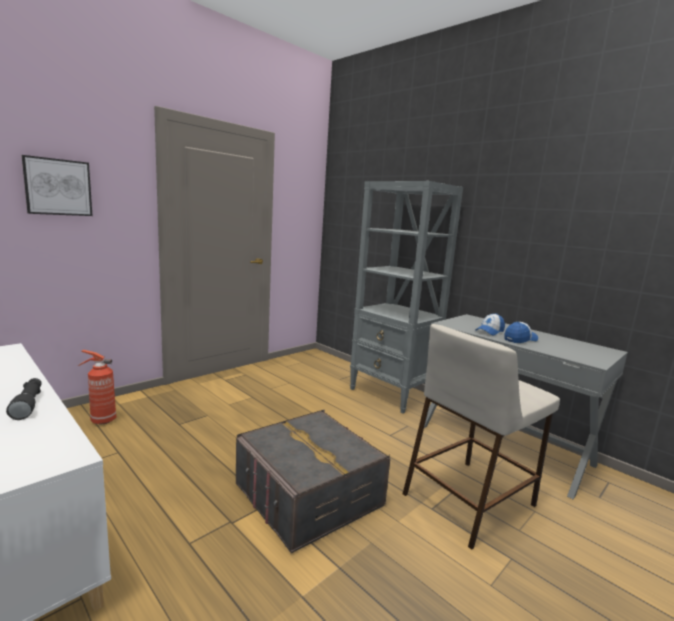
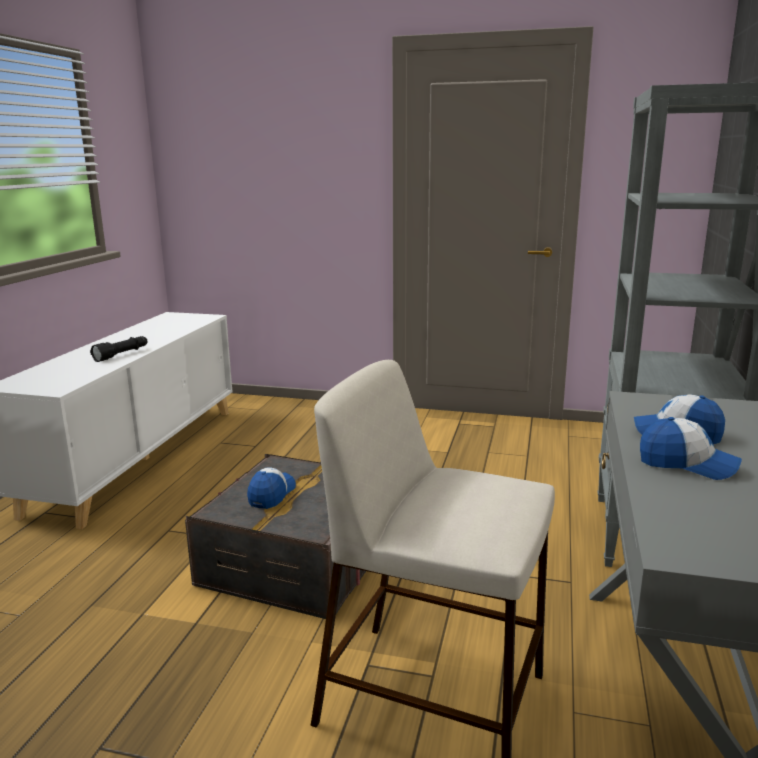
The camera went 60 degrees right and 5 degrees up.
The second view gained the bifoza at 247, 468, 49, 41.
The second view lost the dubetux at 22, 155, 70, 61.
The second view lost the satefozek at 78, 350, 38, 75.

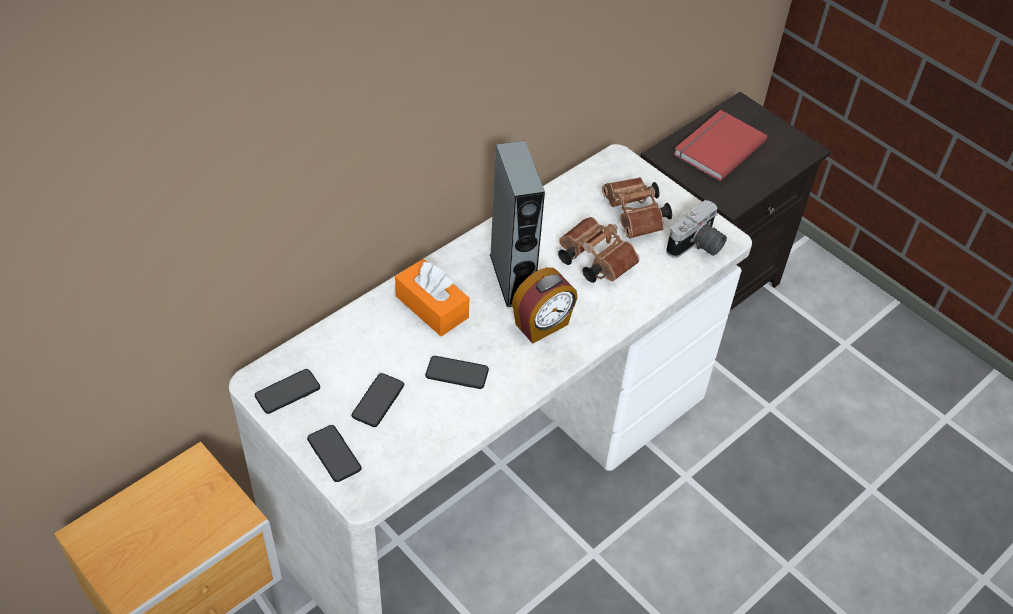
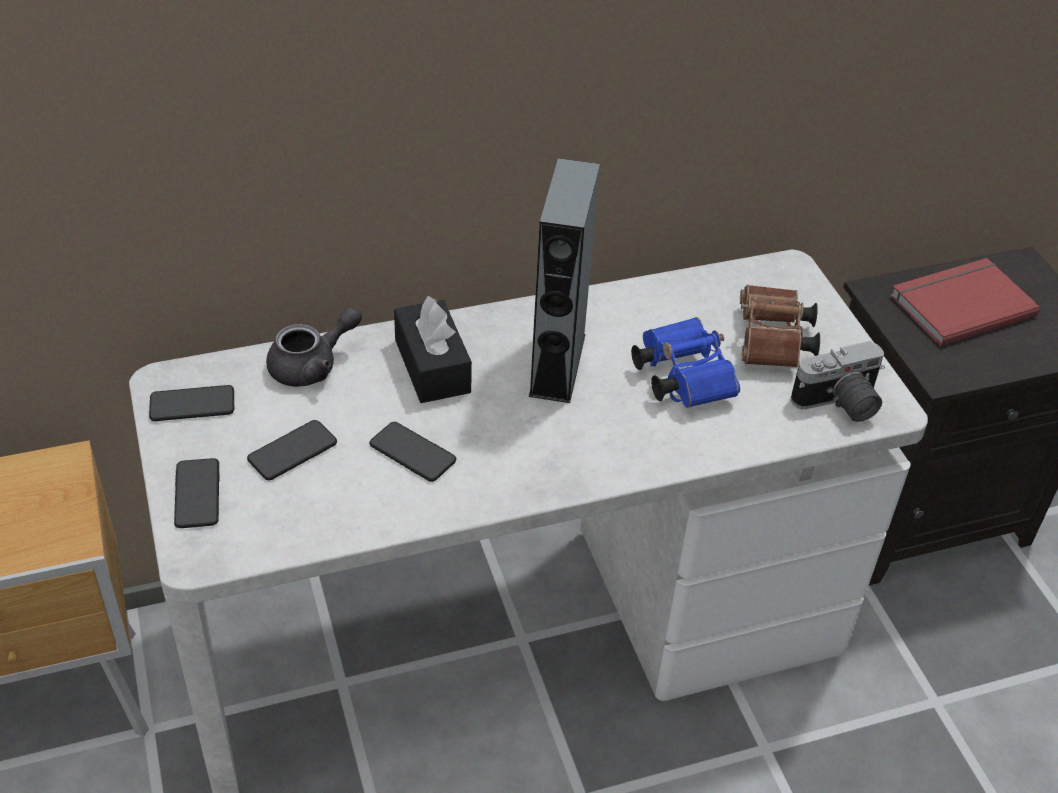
The camera went 25 degrees right and 5 degrees down.
The second view gained the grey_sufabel at 266, 307, 96, 80.
What was the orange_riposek at 395, 259, 74, 77 turned into the black_riposek at 394, 295, 78, 108.
What was the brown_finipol at 558, 217, 81, 66 turned into the blue_finipol at 631, 317, 109, 91.
The second view lost the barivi at 512, 267, 65, 77.

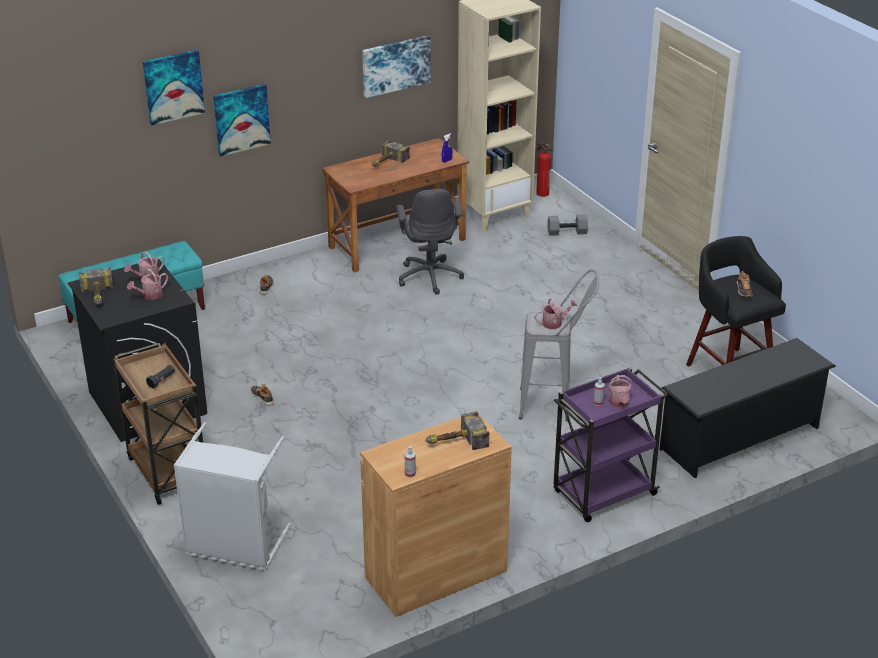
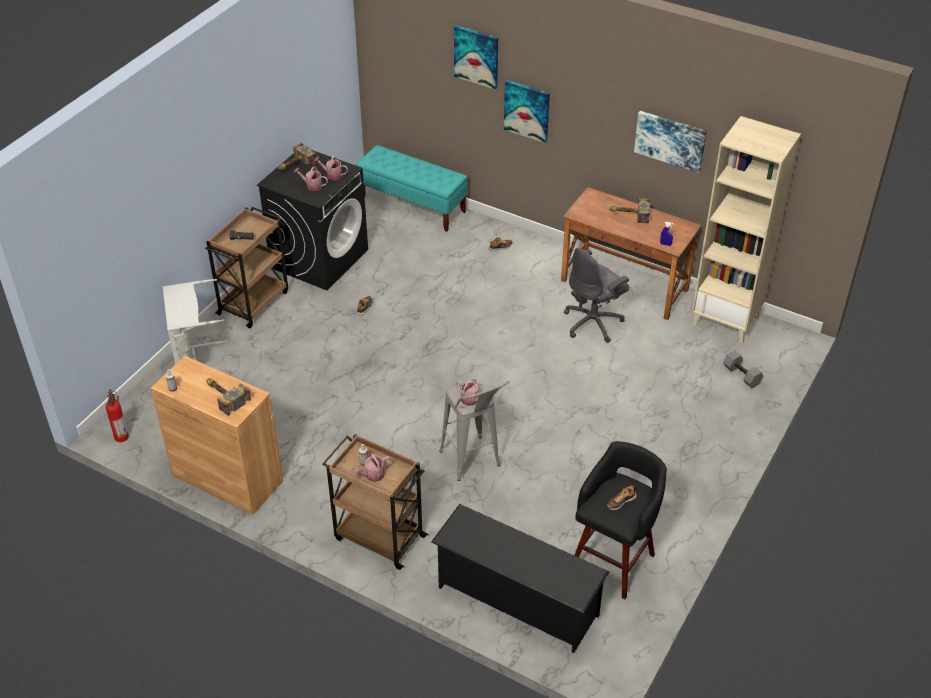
The camera went 60 degrees right and 10 degrees up.
The satefozek ended up elsewhere, having gone from 535, 143, 18, 54 to 106, 389, 23, 53.
What was the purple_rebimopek at 553, 367, 115, 155 turned into the brown_rebimopek at 322, 434, 106, 136.

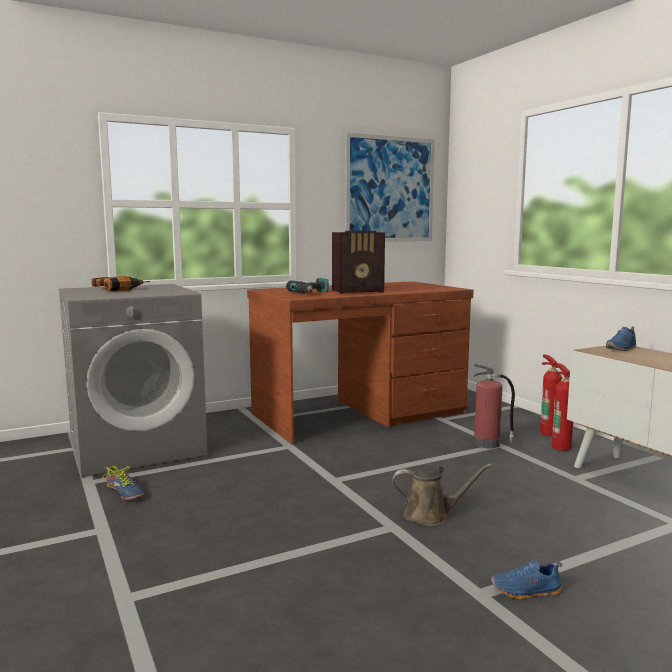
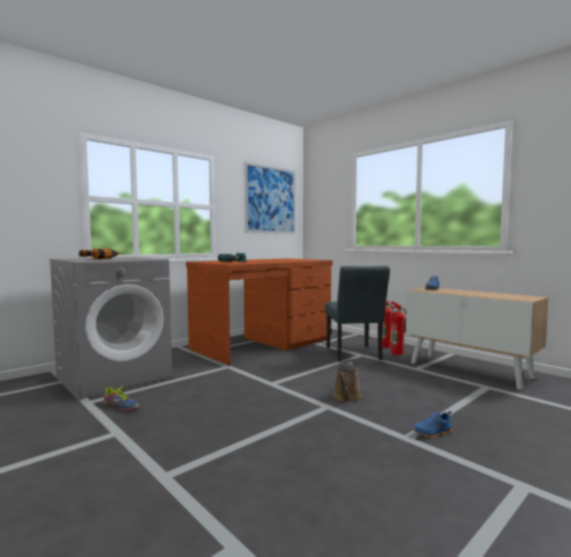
The camera went 15 degrees left and 5 degrees down.
Where the satefozek stood at 473, 364, 42, 84, the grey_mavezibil came to stand at 325, 266, 65, 96.
The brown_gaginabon at 392, 463, 100, 63 ended up facing another way, 120 degrees clockwise from before.
The second view lost the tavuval at 332, 231, 53, 63.

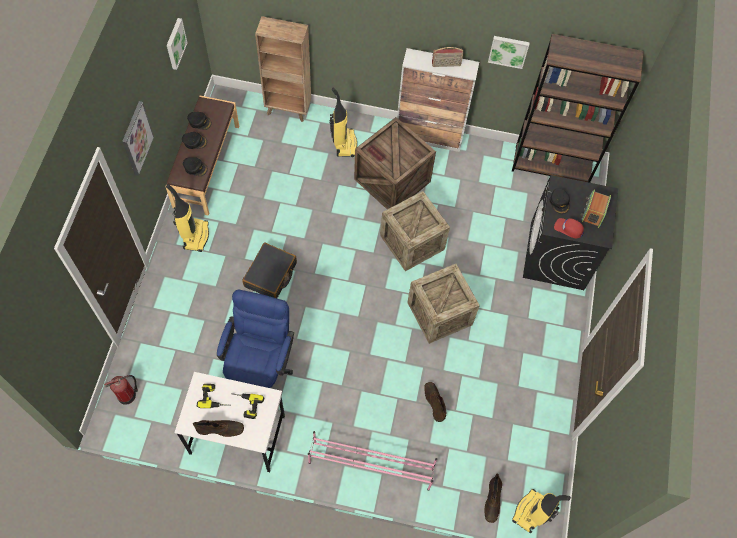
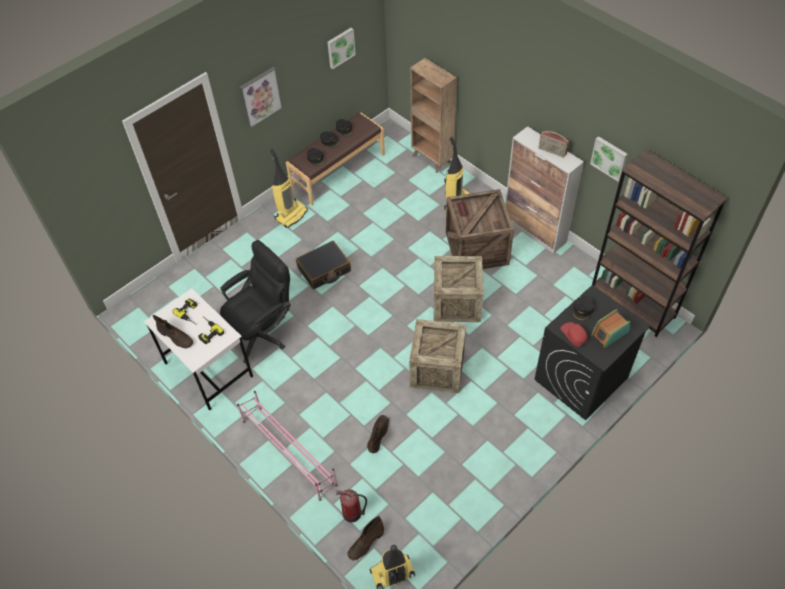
The camera went 40 degrees right and 10 degrees down.
What was the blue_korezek at 217, 289, 77, 99 turned into the black_korezek at 220, 240, 71, 123.
The satefozek ended up elsewhere, having gone from 104, 375, 34, 30 to 336, 489, 31, 33.

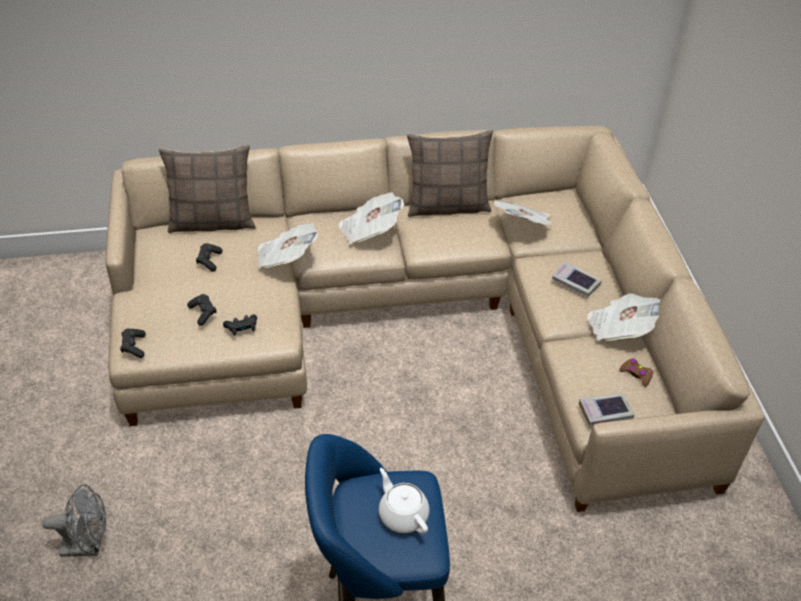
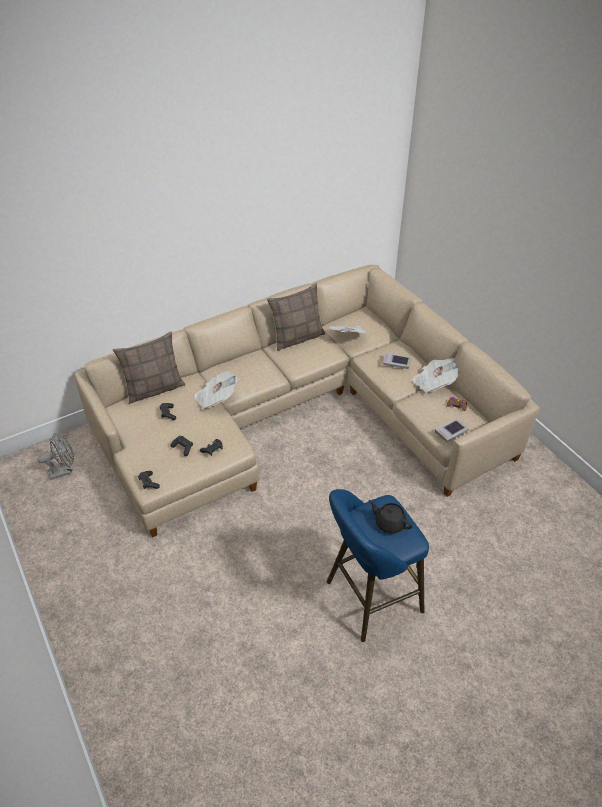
The camera went 20 degrees left and 0 degrees up.
The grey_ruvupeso ended up elsewhere, having gone from 42, 484, 64, 73 to 38, 433, 36, 47.
What was the white_sufabel at 379, 468, 50, 66 turned into the black_sufabel at 369, 500, 44, 34.
The second view lost the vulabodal at 338, 192, 66, 52.

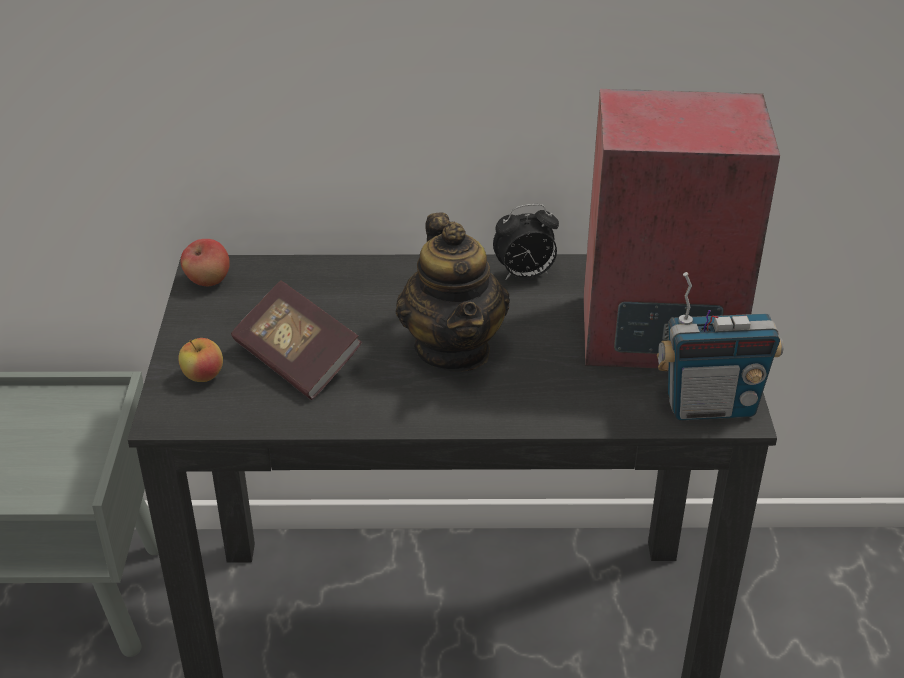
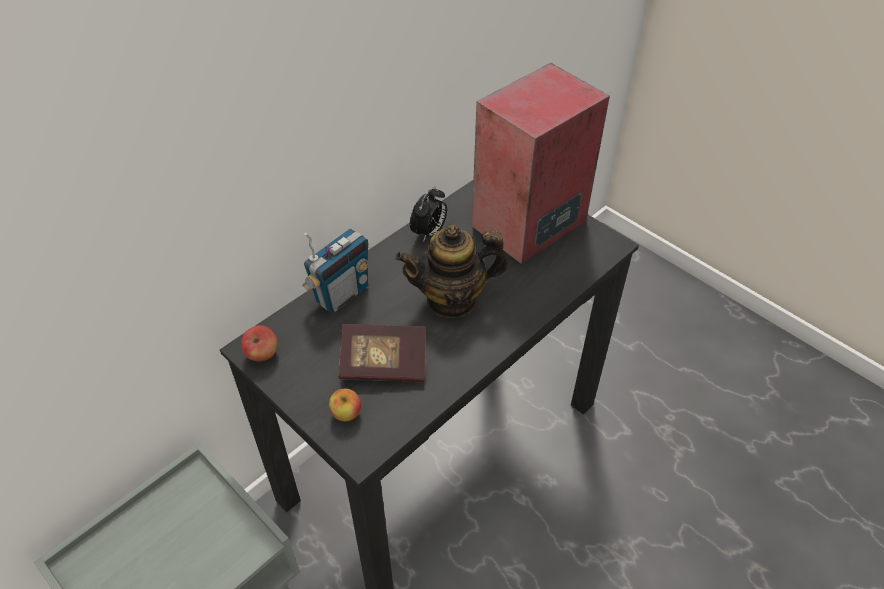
The camera went 45 degrees left and 10 degrees up.
The tavuval ended up elsewhere, having gone from 657, 272, 126, 148 to 302, 228, 67, 85.
The sufabel at 396, 213, 114, 159 ended up facing another way, 135 degrees clockwise from before.

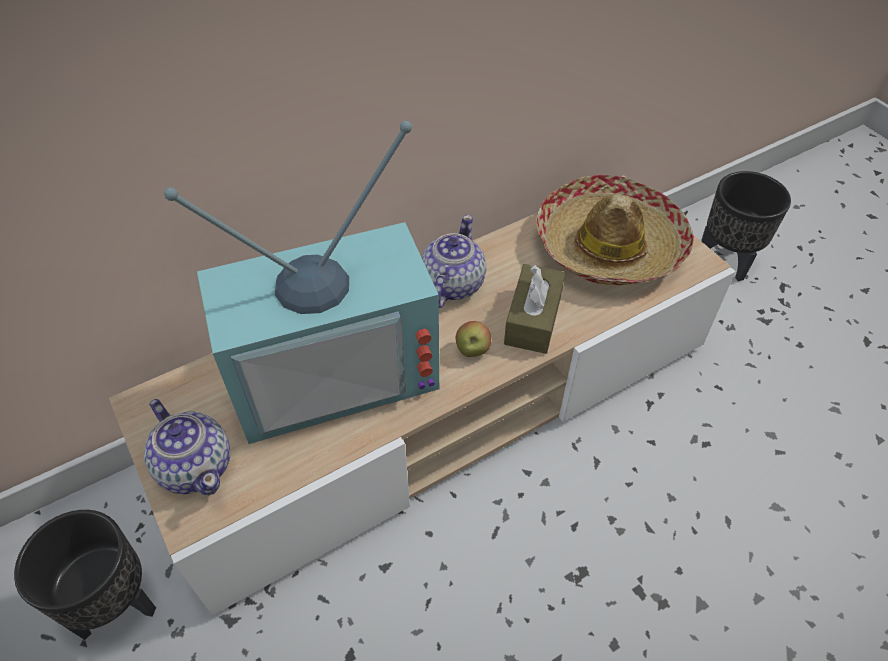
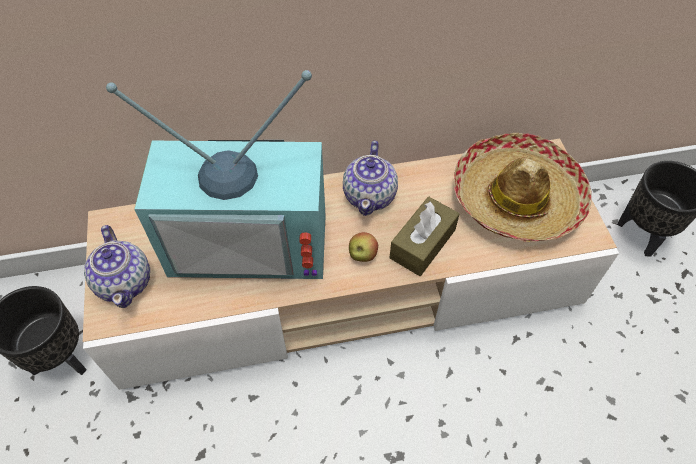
The camera went 20 degrees right and 5 degrees up.
The sufabel at 422, 215, 64, 93 ended up facing another way, 150 degrees clockwise from before.

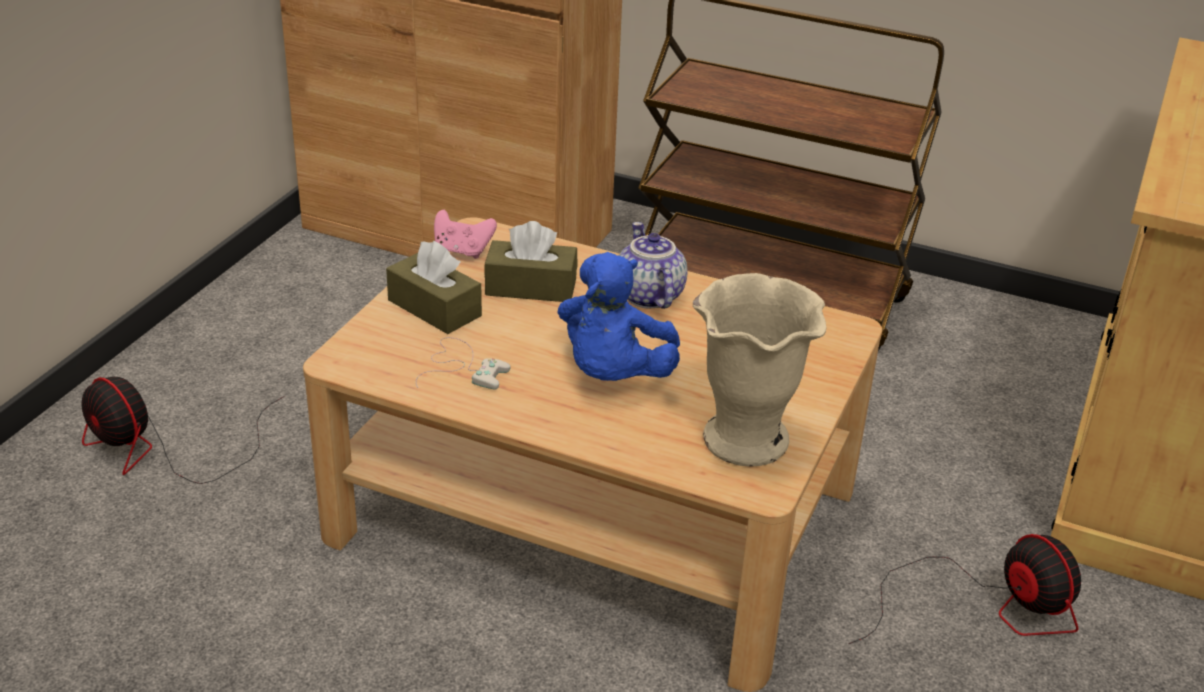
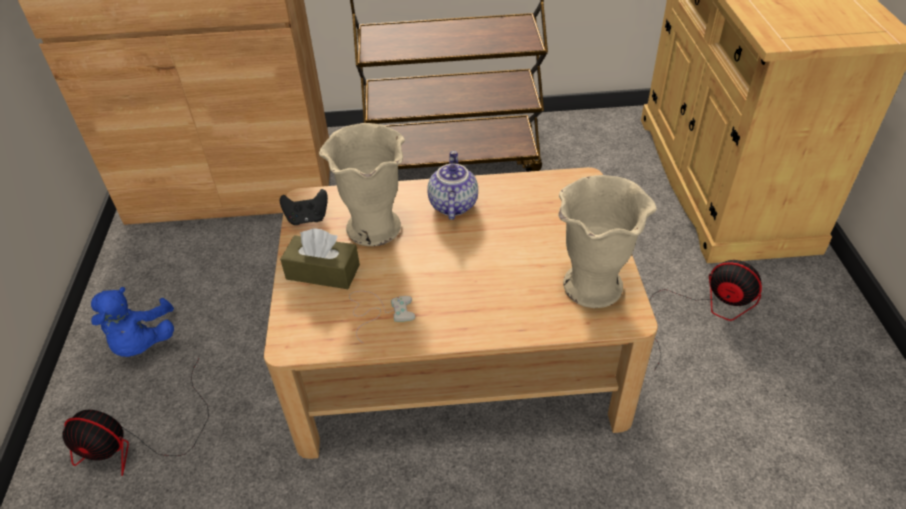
The camera went 25 degrees left and 10 degrees up.
The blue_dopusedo ended up elsewhere, having gone from 557, 252, 123, 129 to 91, 287, 83, 70.
What was the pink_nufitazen at 434, 210, 63, 49 turned into the black_nufitazen at 280, 189, 48, 36.
Where the brown_riposek stood at 484, 221, 93, 81, the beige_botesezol came to stand at 319, 123, 86, 123.
The sufabel at 619, 222, 68, 87 ended up facing another way, 45 degrees clockwise from before.

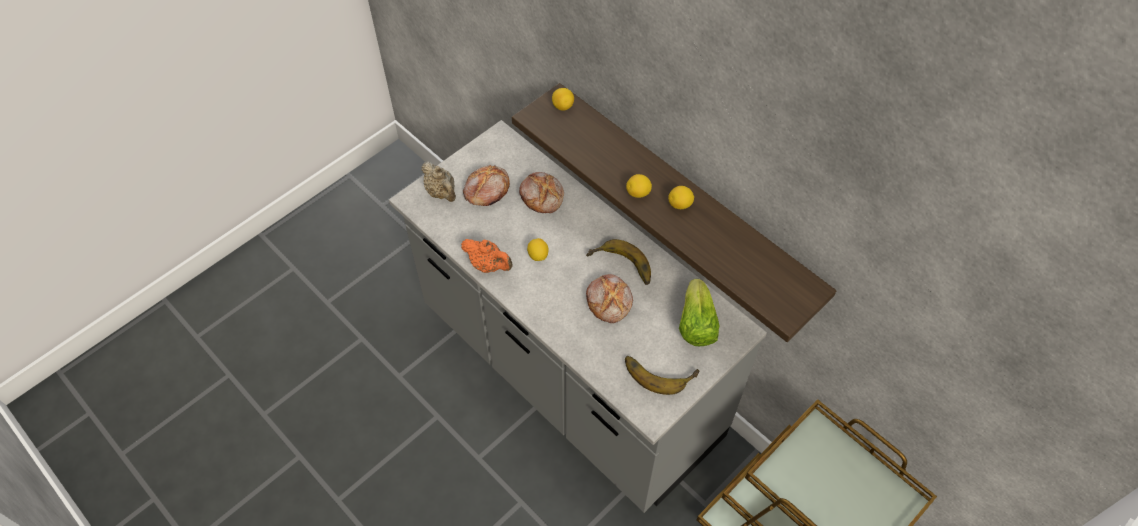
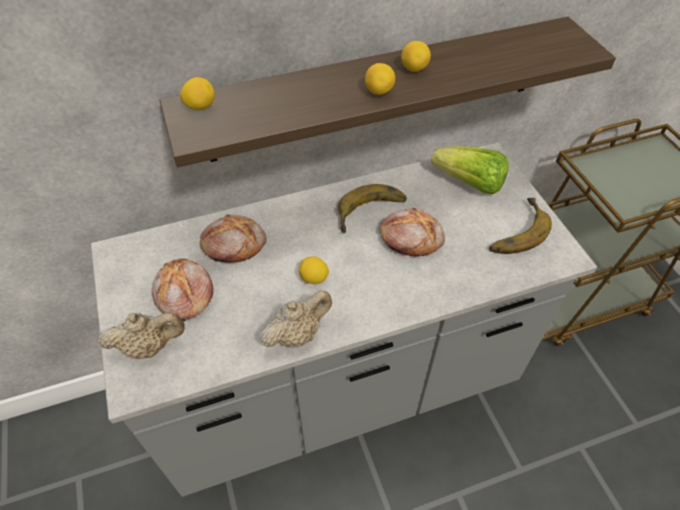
The camera went 65 degrees left and 5 degrees down.
What was the orange_sufabel at 461, 239, 52, 34 turned into the beige_sufabel at 260, 290, 72, 58.

